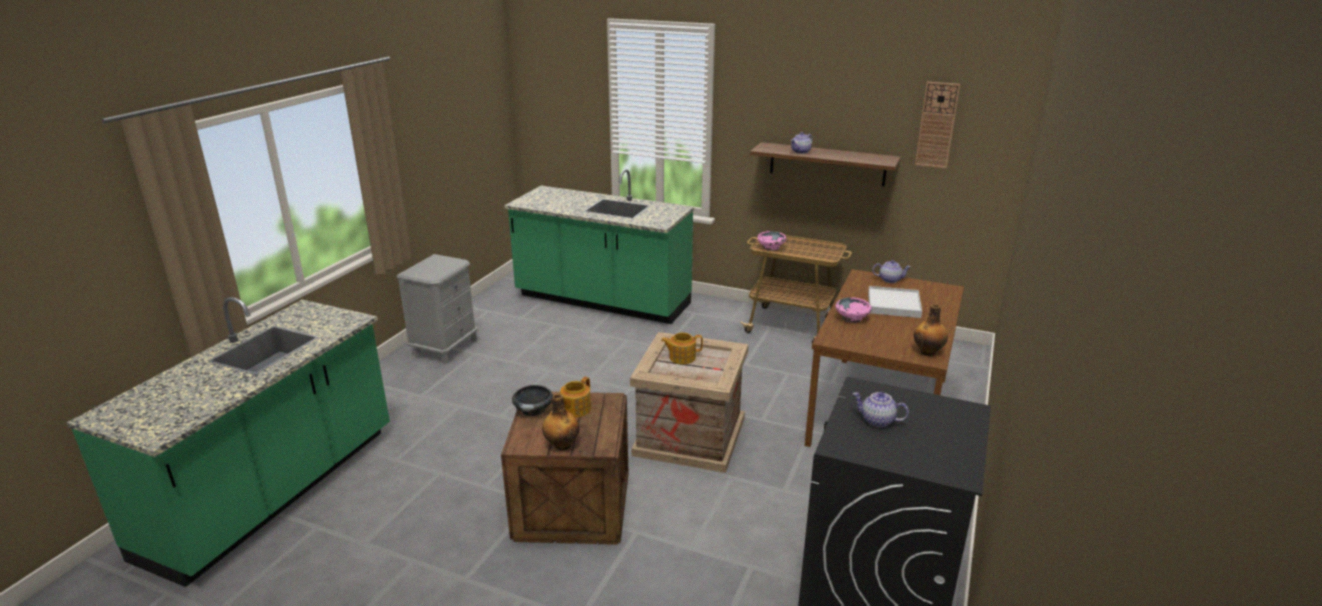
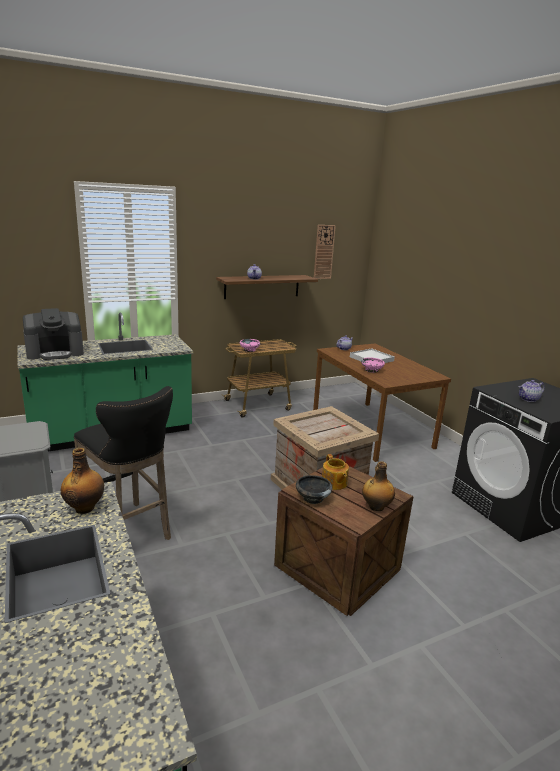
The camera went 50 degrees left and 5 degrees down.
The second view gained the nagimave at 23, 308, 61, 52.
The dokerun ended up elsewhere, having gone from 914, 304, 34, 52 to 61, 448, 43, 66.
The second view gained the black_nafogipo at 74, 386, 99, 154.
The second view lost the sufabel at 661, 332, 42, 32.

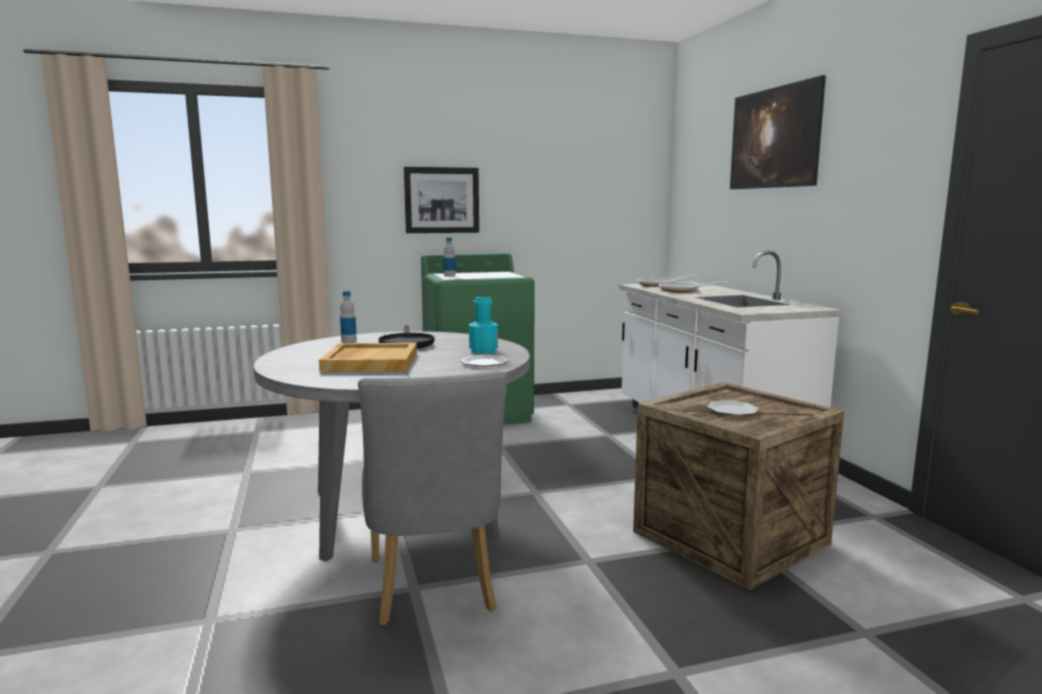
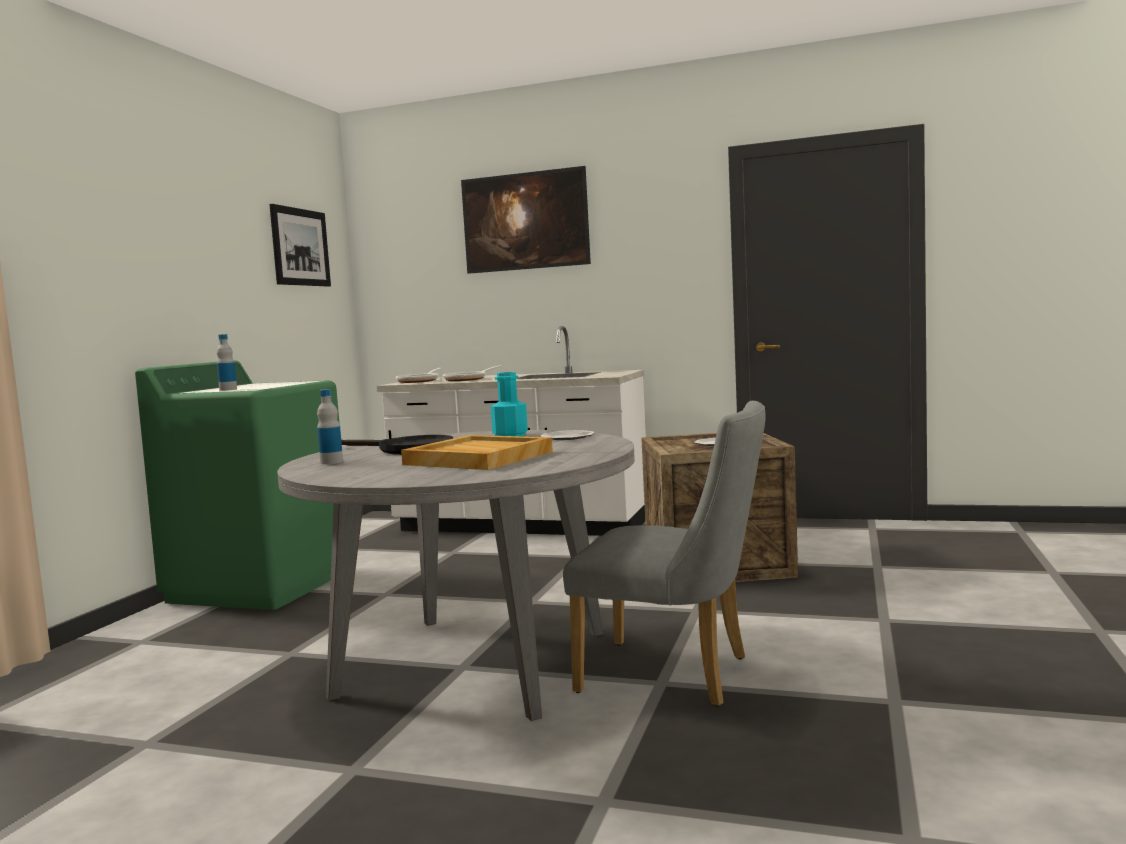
The camera went 55 degrees left and 5 degrees down.
The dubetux ended up elsewhere, having gone from 404, 167, 75, 66 to 269, 204, 62, 83.

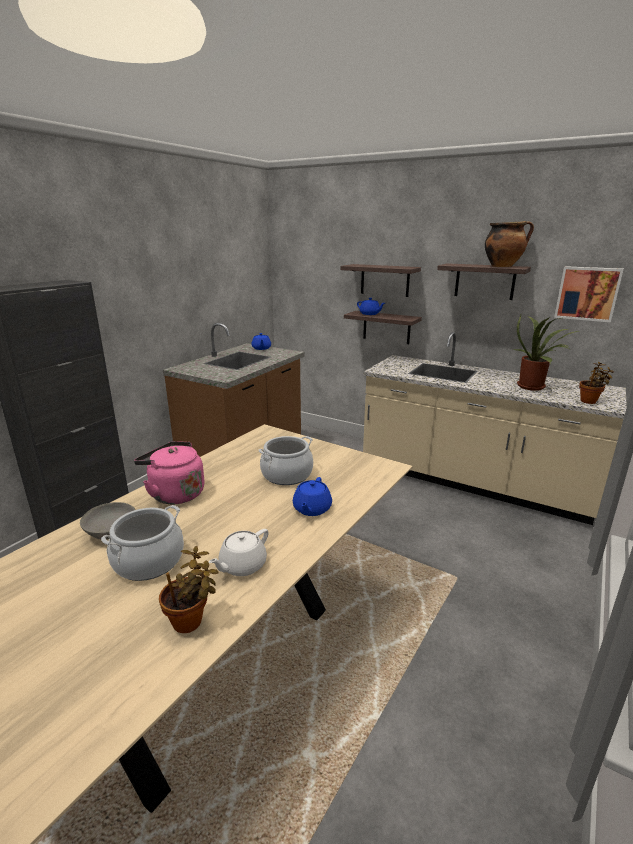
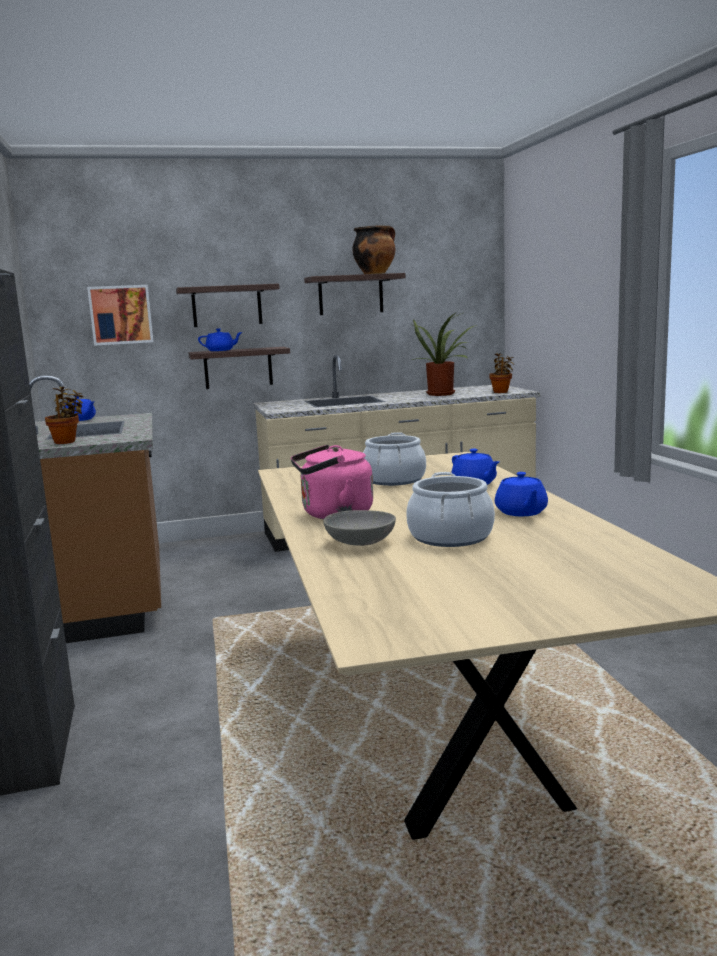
The camera went 45 degrees left and 10 degrees down.
The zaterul ended up elsewhere, having gone from 159, 546, 60, 87 to 45, 386, 38, 58.
The dubetux ended up elsewhere, having gone from 554, 266, 70, 56 to 87, 285, 67, 61.
What was the white_sufabel at 209, 529, 60, 47 turned into the blue_sufabel at 495, 472, 53, 44.

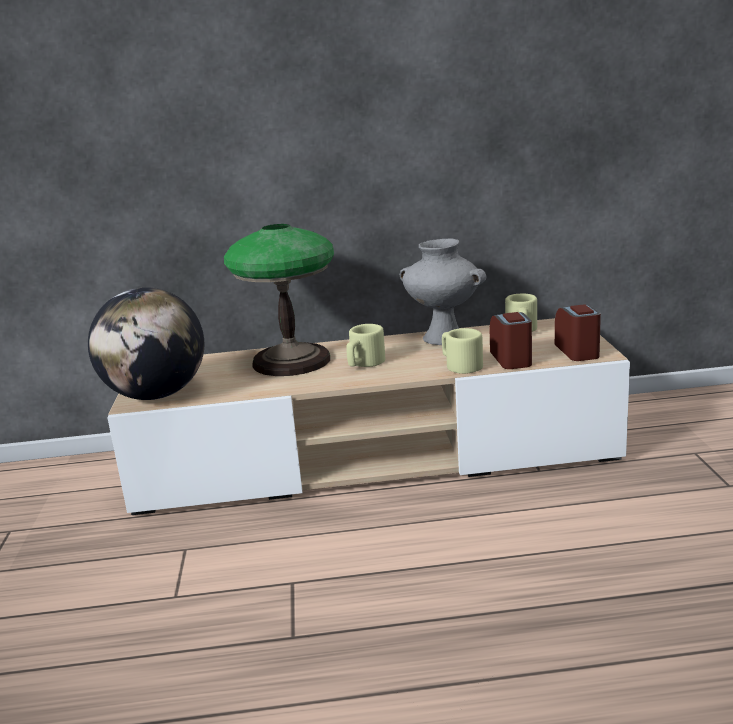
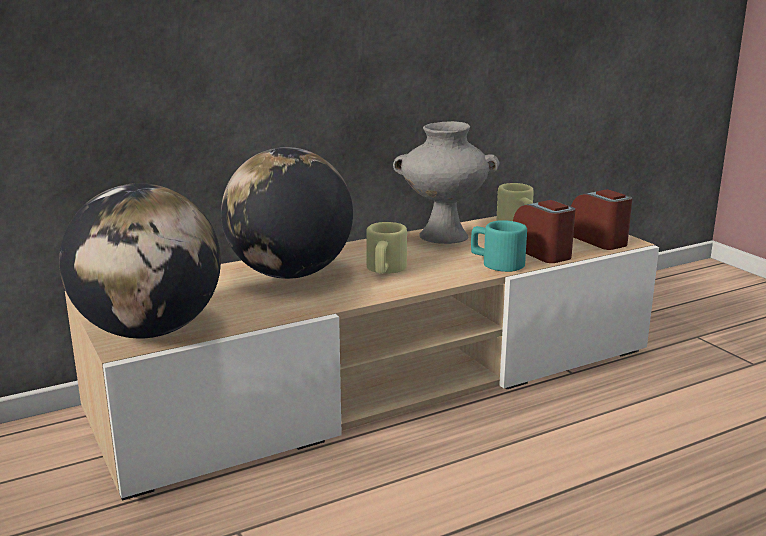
The camera went 25 degrees left and 0 degrees up.
Where the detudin stood at 224, 224, 110, 152, the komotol came to stand at 221, 147, 132, 132.
What was the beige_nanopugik at 442, 328, 41, 46 turned into the turquoise_nanopugik at 471, 220, 56, 52.

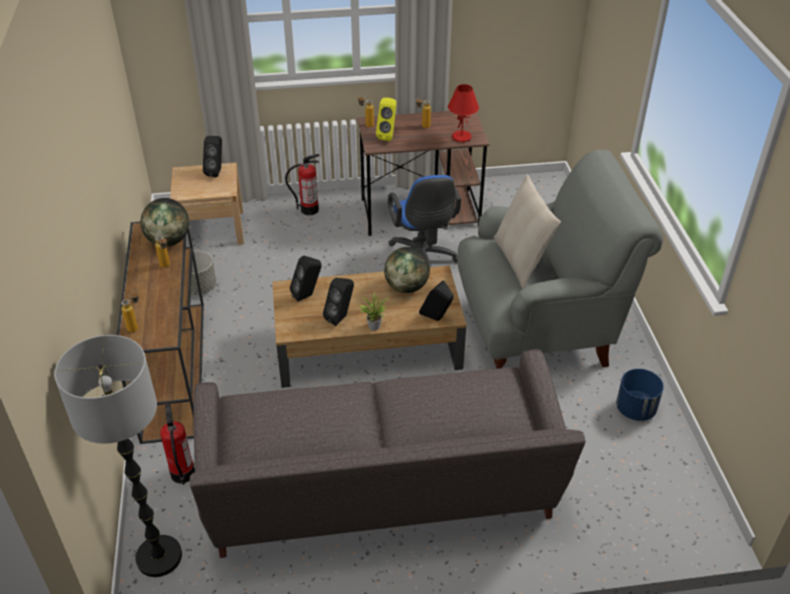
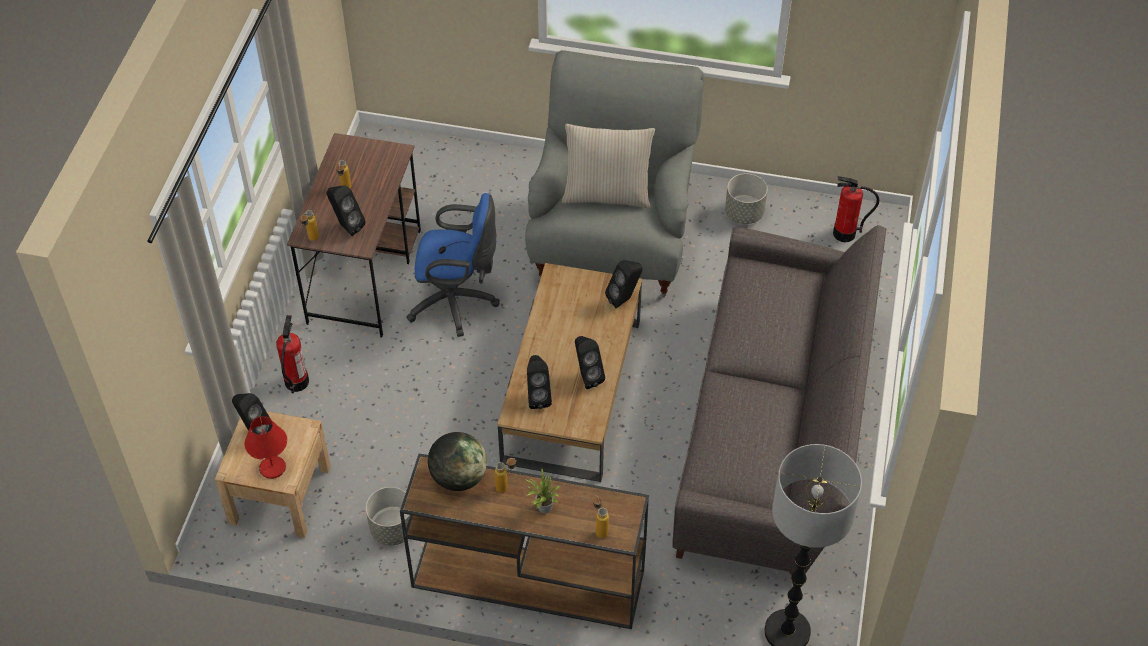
The camera went 70 degrees left and 10 degrees up.
The red_detudin ended up elsewhere, having gone from 448, 84, 31, 58 to 244, 416, 43, 63.
What was the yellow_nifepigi at 376, 98, 21, 43 turned into the black_nifepigi at 327, 185, 39, 51.
The zaterul ended up elsewhere, having gone from 358, 292, 31, 39 to 527, 469, 33, 44.
What was the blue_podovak at 616, 369, 48, 52 turned into the grey_podovak at 725, 173, 42, 51.
The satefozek ended up elsewhere, having gone from 160, 403, 35, 82 to 833, 176, 46, 66.
The second view lost the komotol at 384, 247, 46, 46.

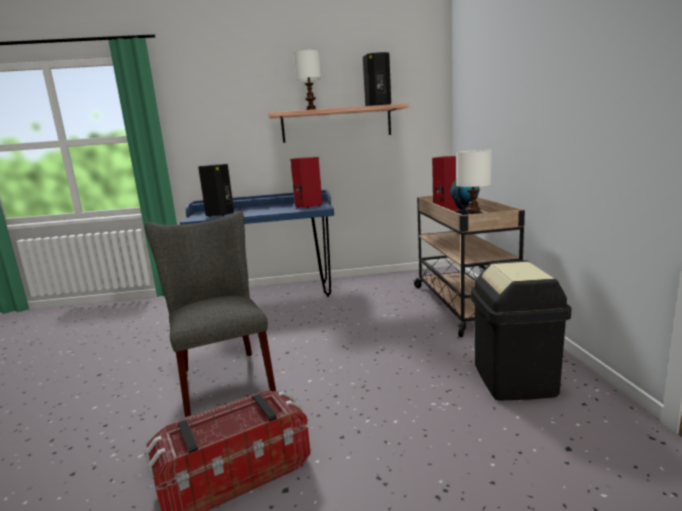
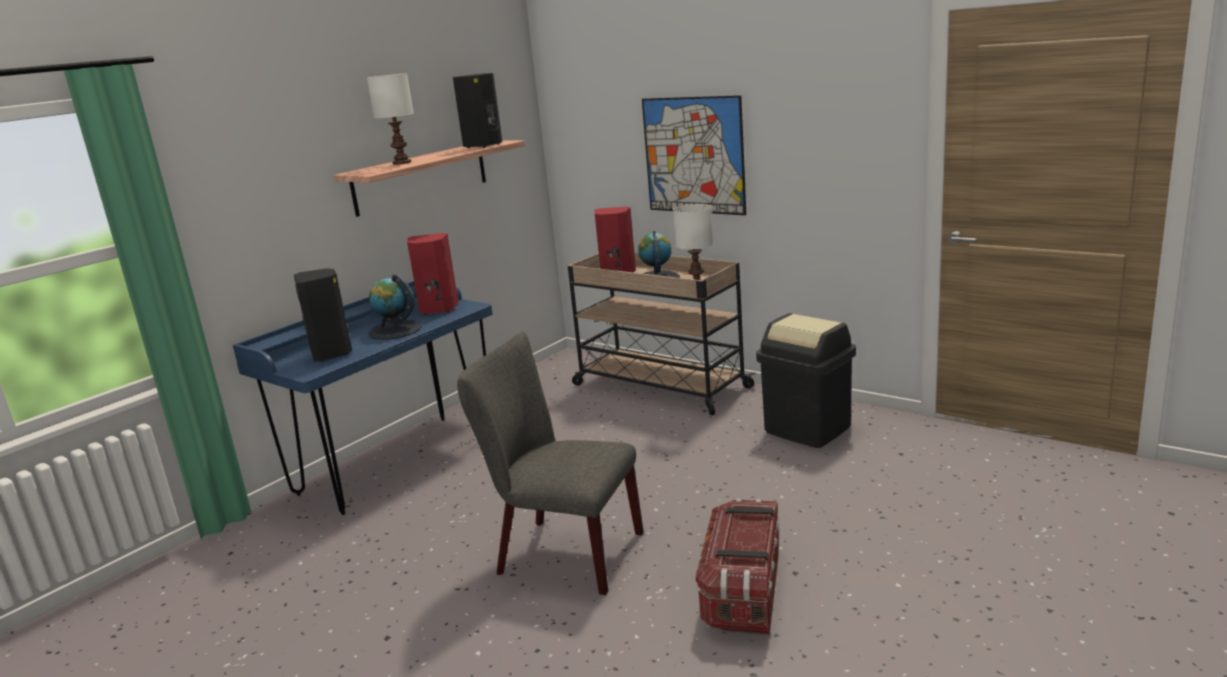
The camera went 45 degrees left and 5 degrees up.
The second view gained the komotol at 368, 274, 54, 66.
The second view gained the dubetux at 642, 95, 104, 120.

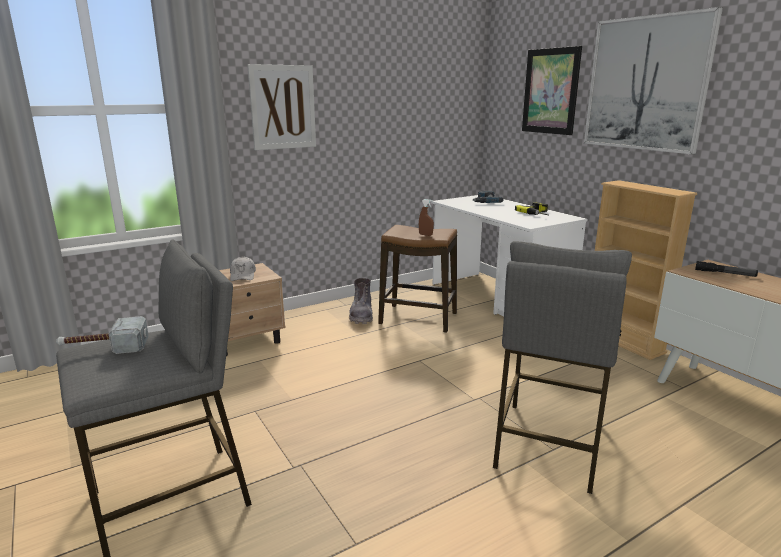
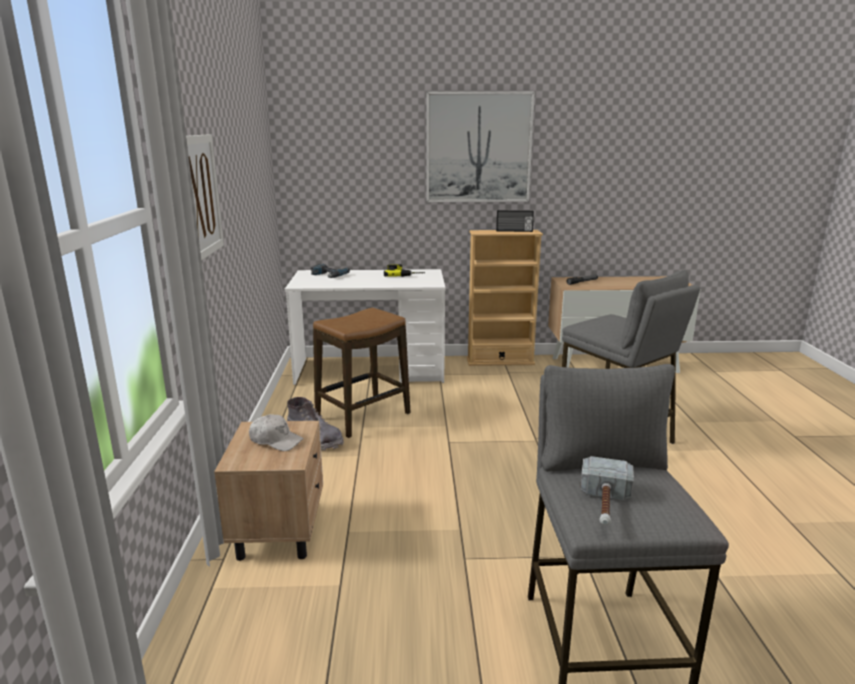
The camera went 60 degrees left and 0 degrees up.
The second view gained the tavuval at 496, 210, 38, 22.
The second view lost the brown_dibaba at 419, 199, 15, 37.
The second view lost the dubetux at 522, 46, 60, 89.

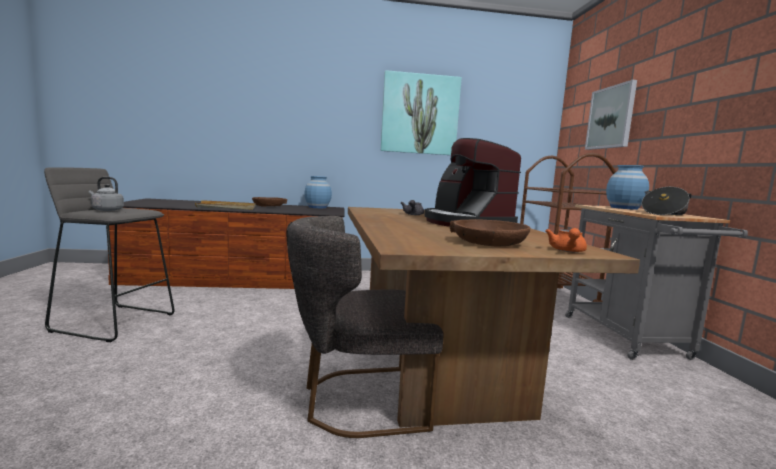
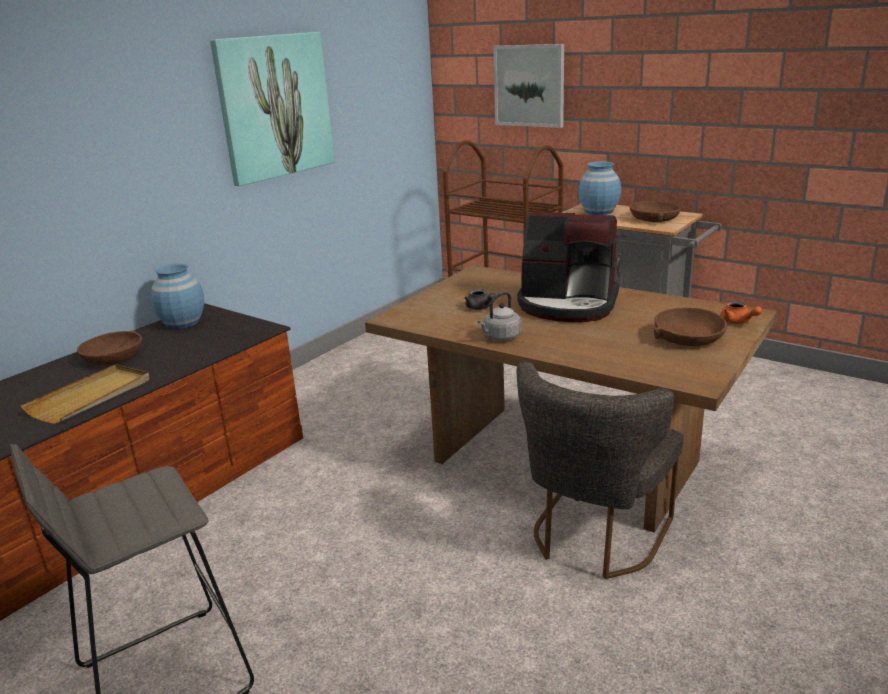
The camera went 45 degrees left and 15 degrees up.
The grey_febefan ended up elsewhere, having gone from 89, 177, 35, 34 to 478, 292, 43, 49.
Where the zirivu stood at 641, 187, 51, 28, the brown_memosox came to stand at 629, 201, 52, 21.

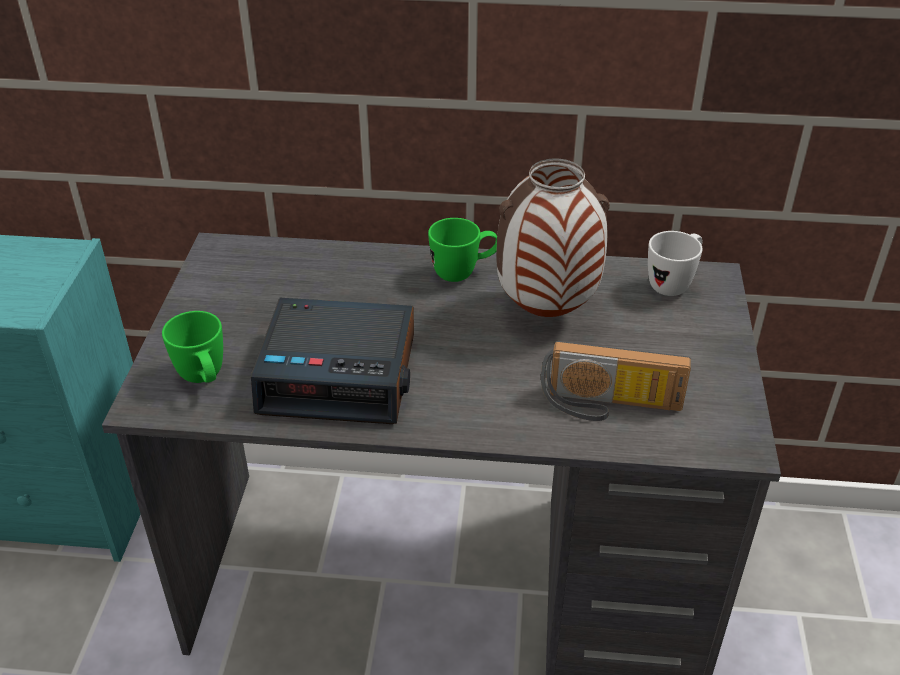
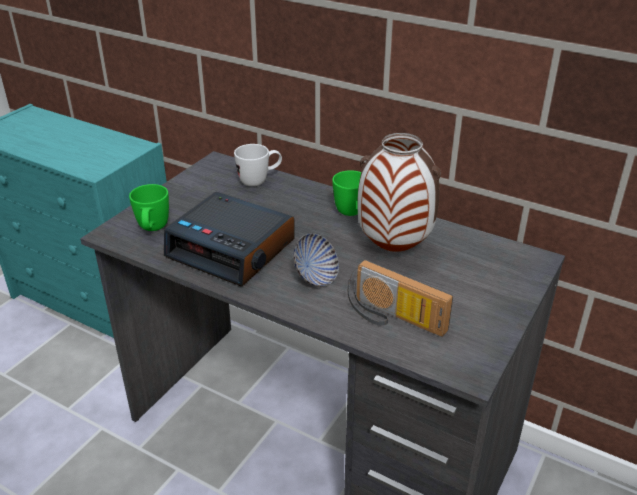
The camera went 25 degrees right and 5 degrees down.
The white_nanopugik ended up elsewhere, having gone from 648, 231, 55, 65 to 234, 144, 48, 42.
The second view gained the memosox at 293, 233, 46, 53.

